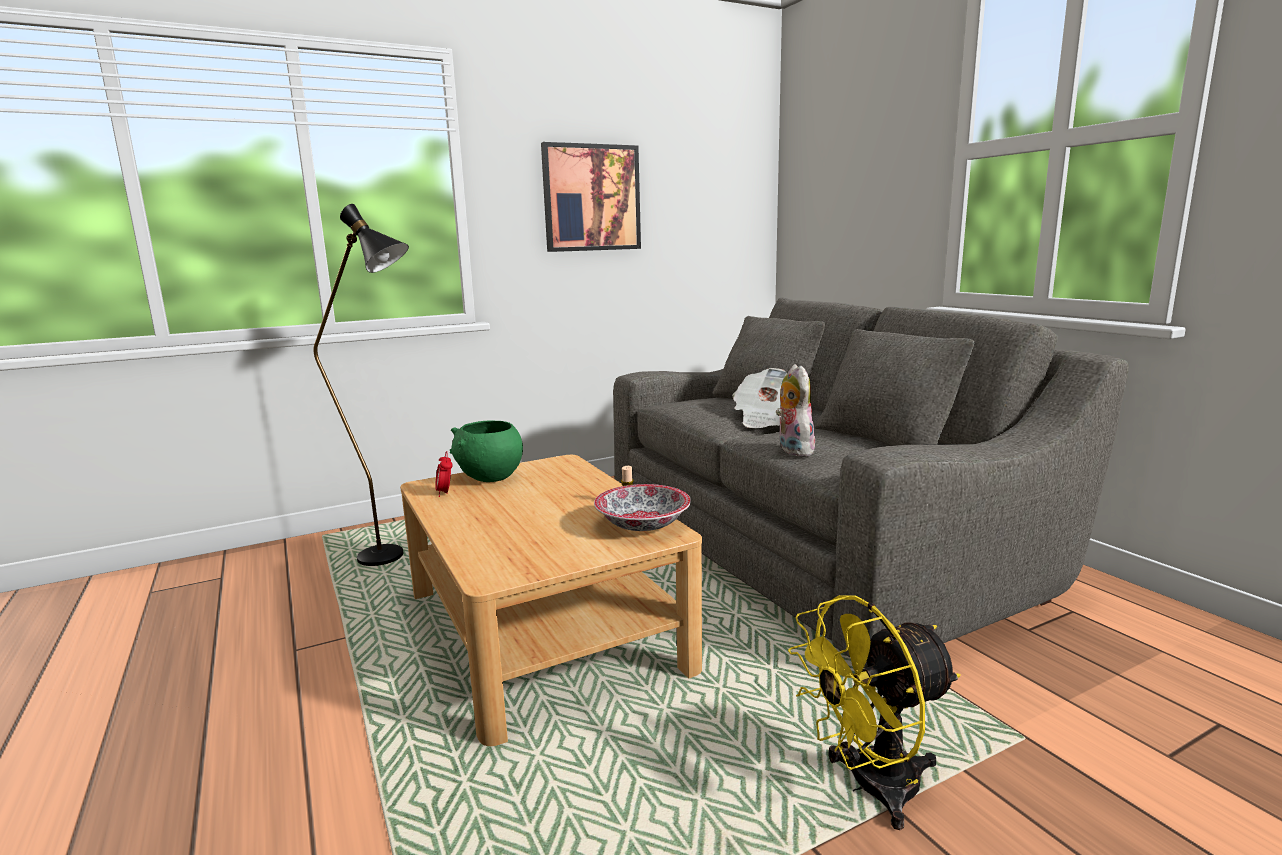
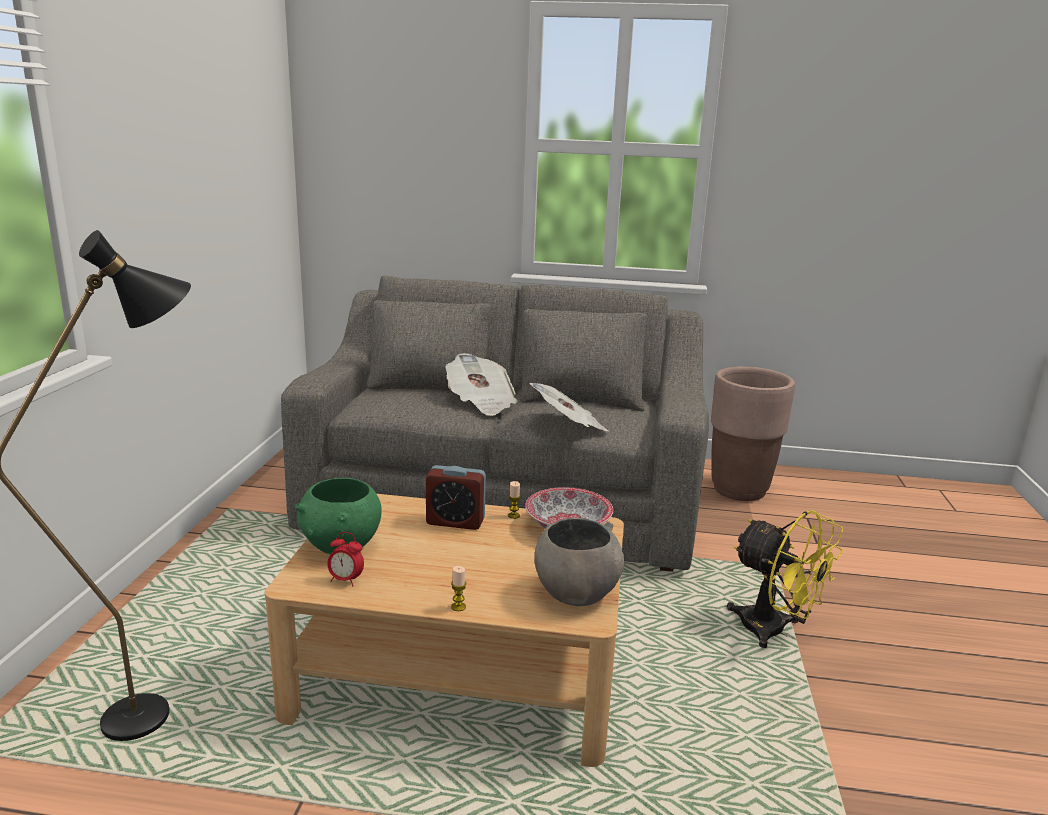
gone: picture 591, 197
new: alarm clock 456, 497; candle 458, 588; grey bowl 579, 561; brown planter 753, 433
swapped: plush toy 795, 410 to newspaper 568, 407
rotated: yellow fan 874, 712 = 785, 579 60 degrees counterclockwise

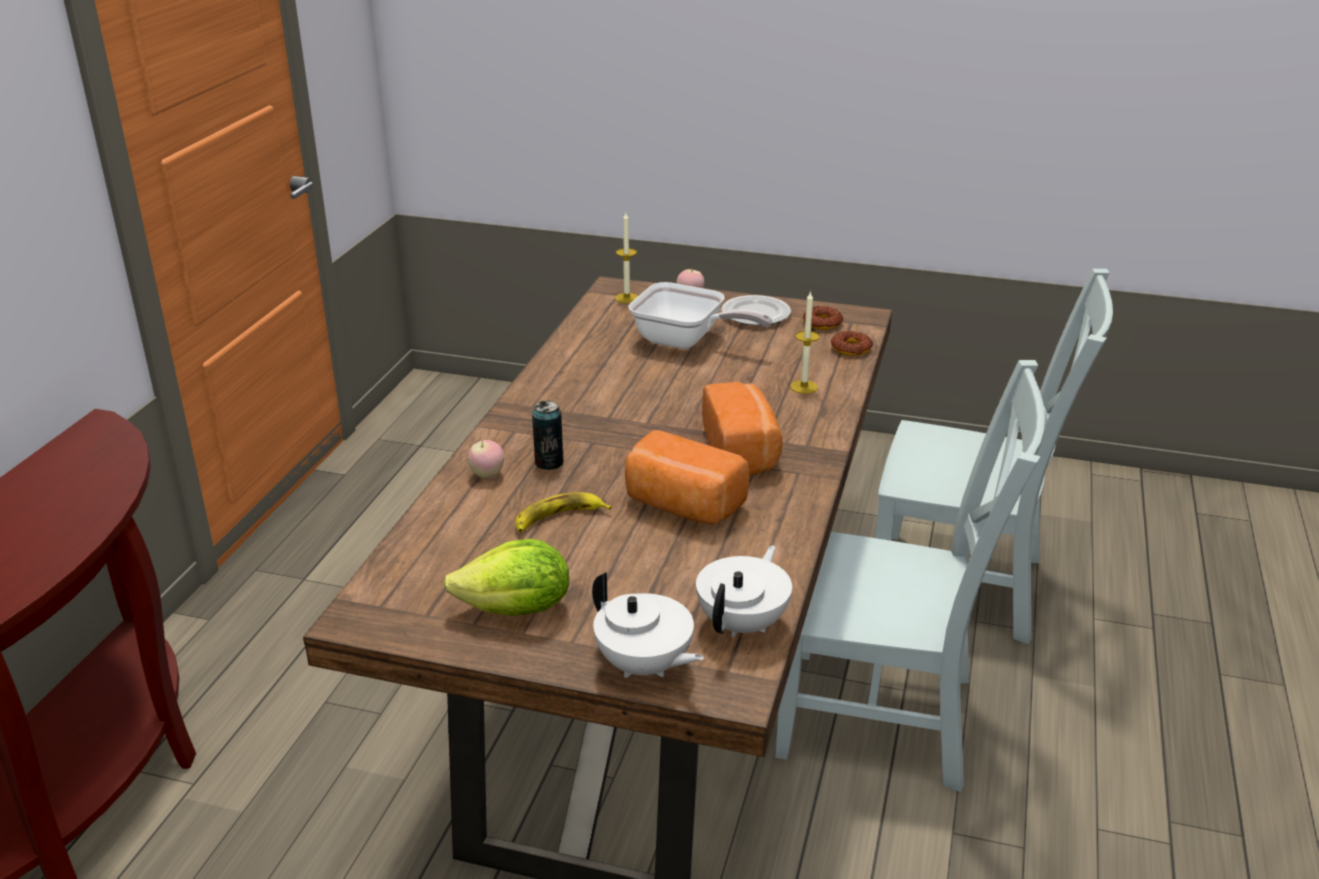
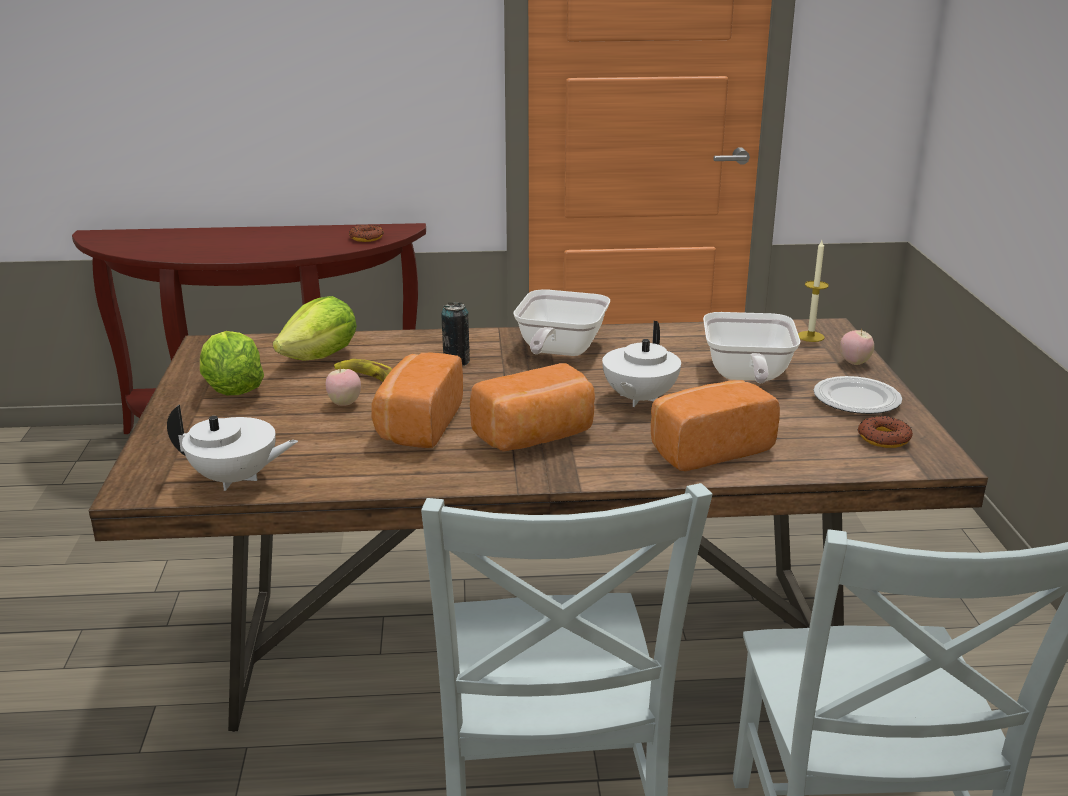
new: lettuce 315, 328; frying pan 561, 322
shifted: apple 486, 459 to 343, 385; white teapot 648, 625 to 641, 364; donut 852, 343 to 366, 233
swapped: candle 805, 342 to bread 715, 425

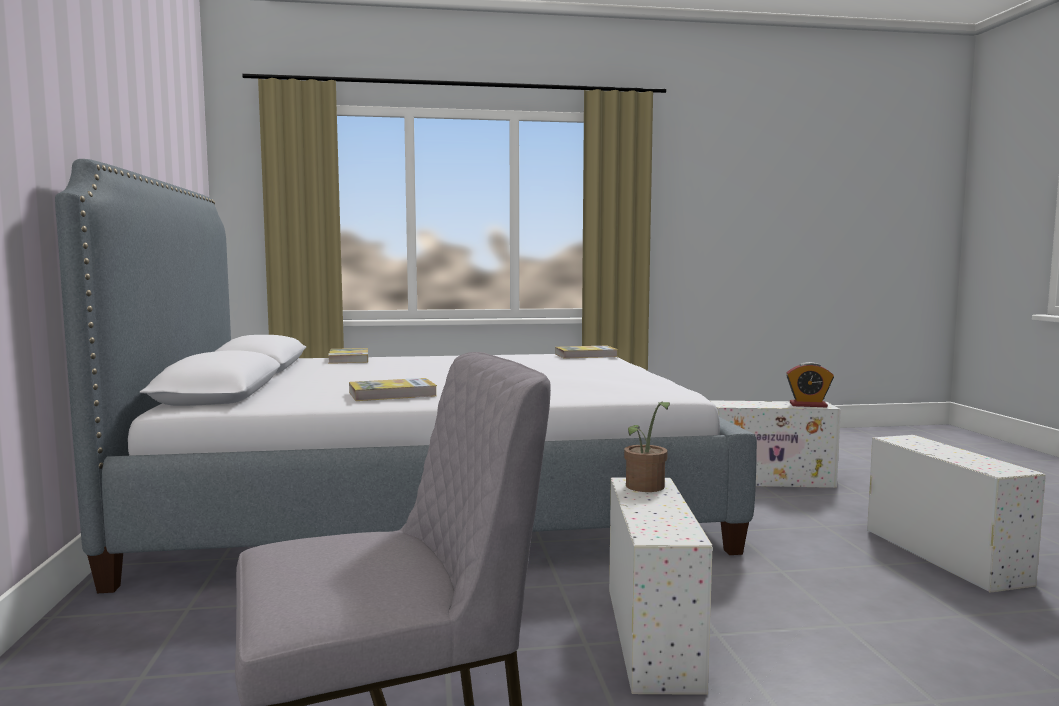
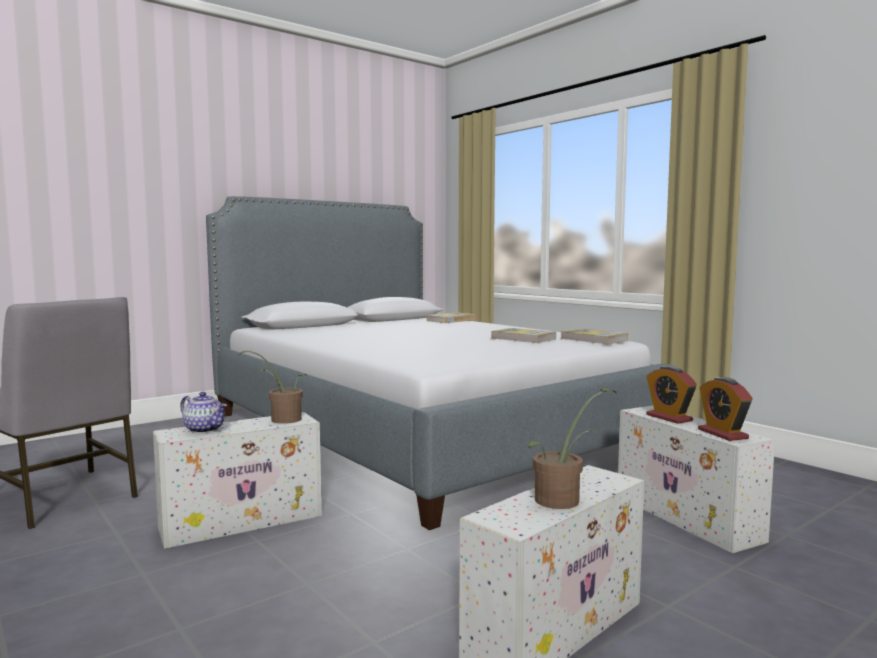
new: teapot 203, 412; potted plant 573, 448; alarm clock 671, 395
shifted: book 393, 389 to 523, 335

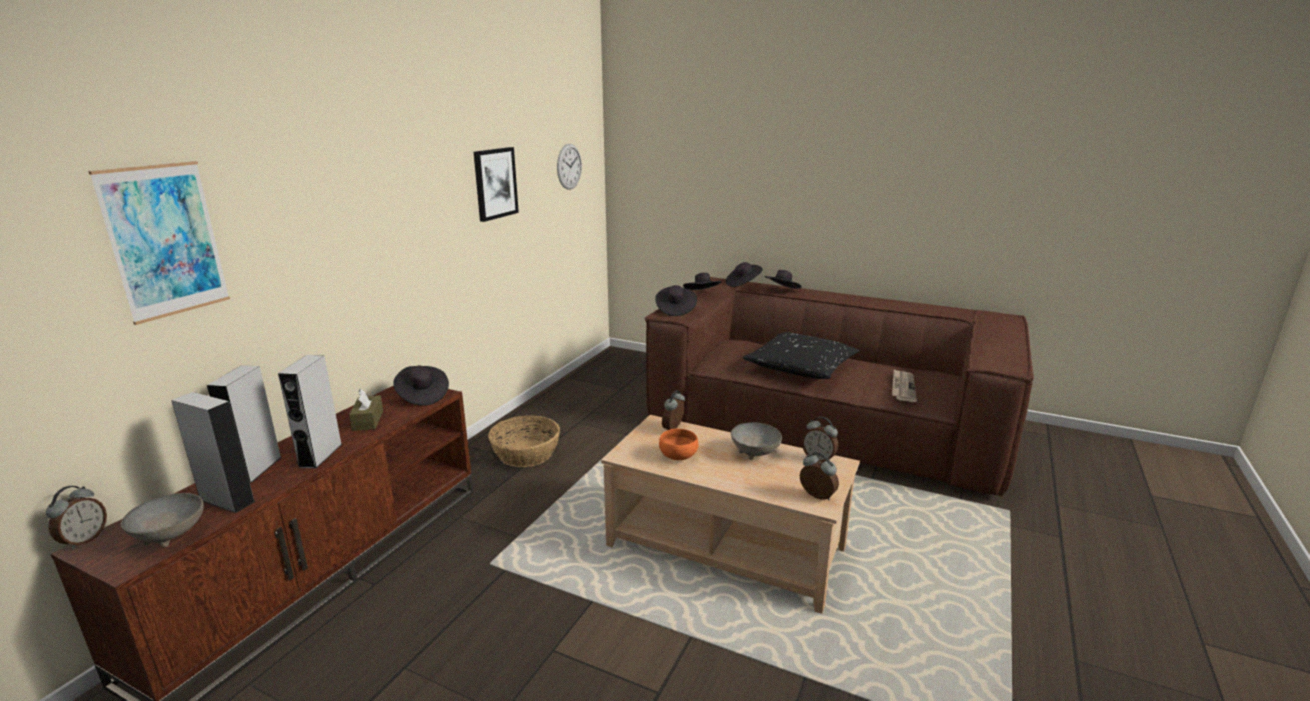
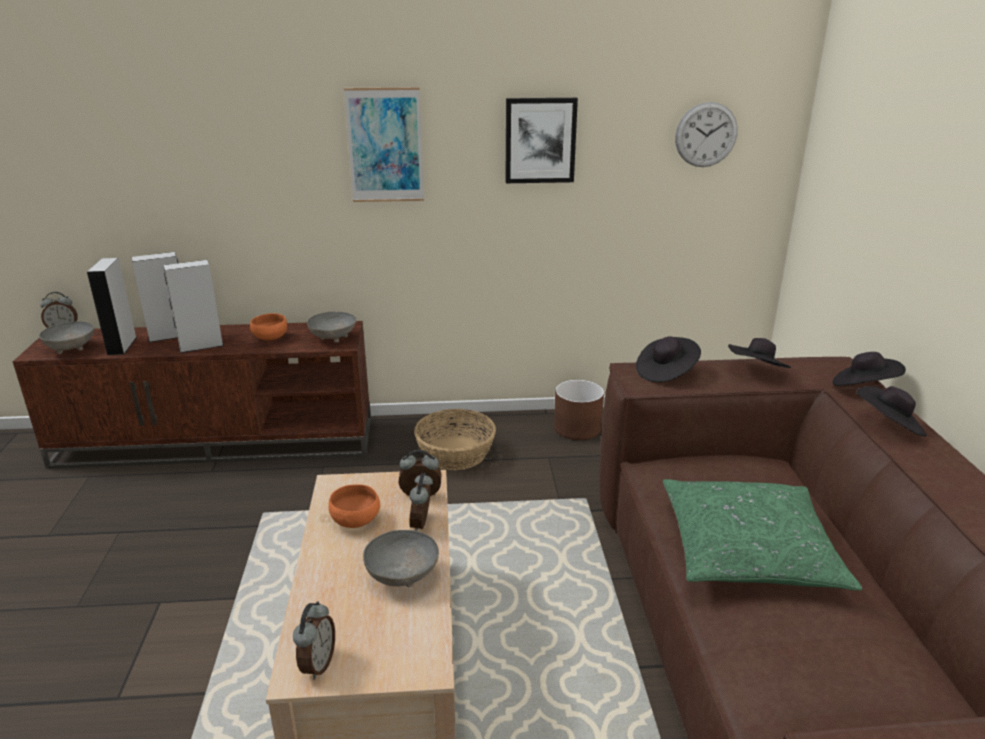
gone: newspaper 904, 385
new: brown planter 579, 410
shifted: picture 159, 243 to 384, 144; alarm clock 820, 439 to 421, 502
swapped: brown tissue box 366, 410 to orange bowl 268, 327; black hat 421, 386 to grey bowl 331, 327
repainted: black pillow 801, 355 to green pillow 762, 535

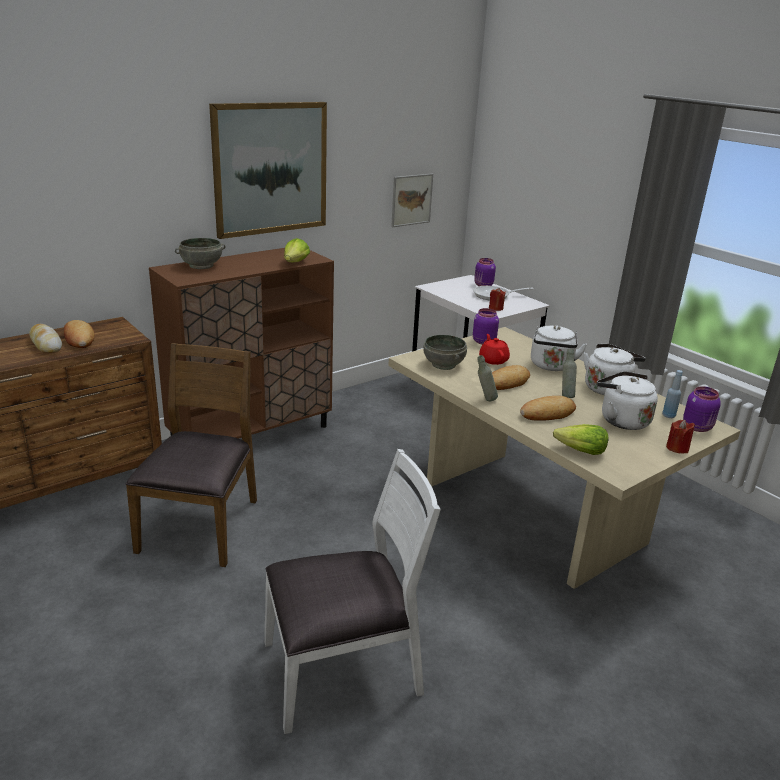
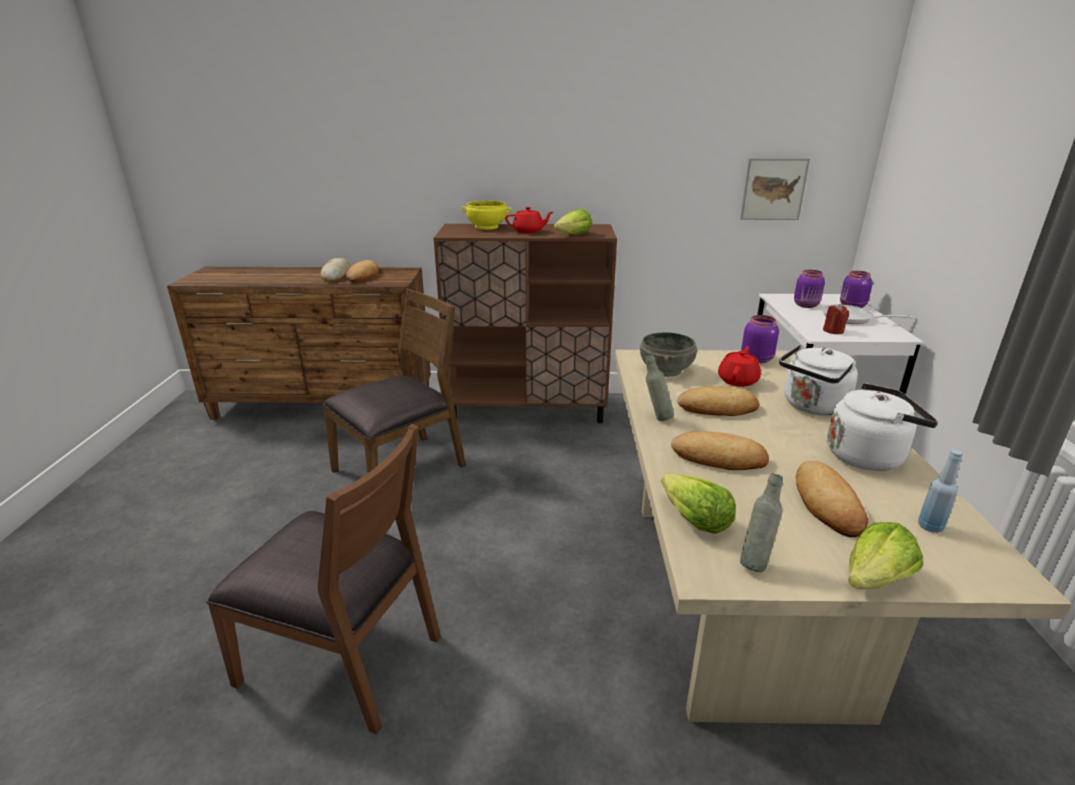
gone: picture 268, 170
new: red teapot 529, 220
shifted: grey bottle 569, 373 to 761, 522; purple jar 702, 409 to 809, 289
swapped: white kettle 627, 400 to bread 832, 499; red candle 680, 437 to lettuce 885, 555
repainted: grey bowl 200, 253 to yellow bowl 486, 215; white chair 352, 591 to brown chair 323, 578

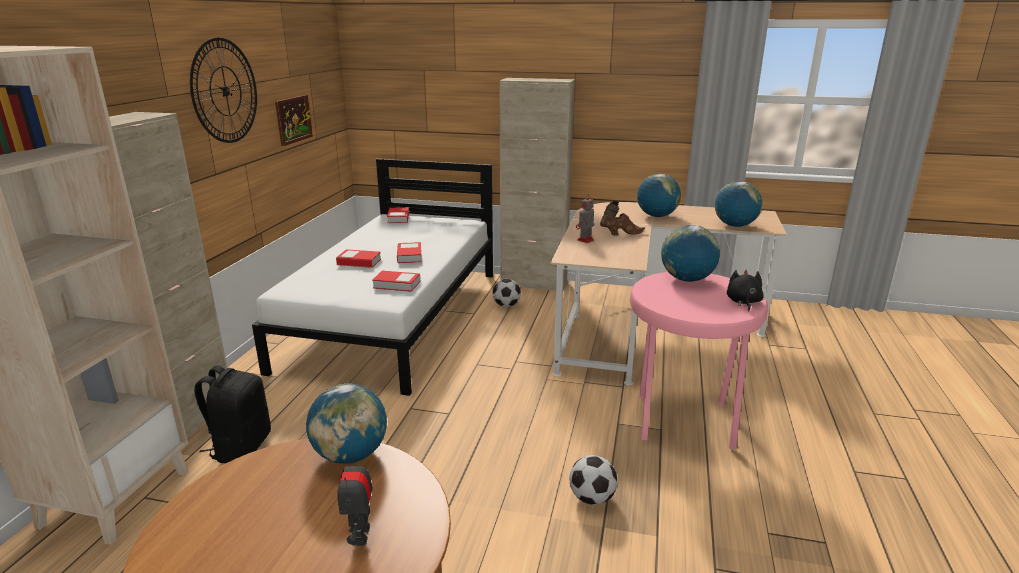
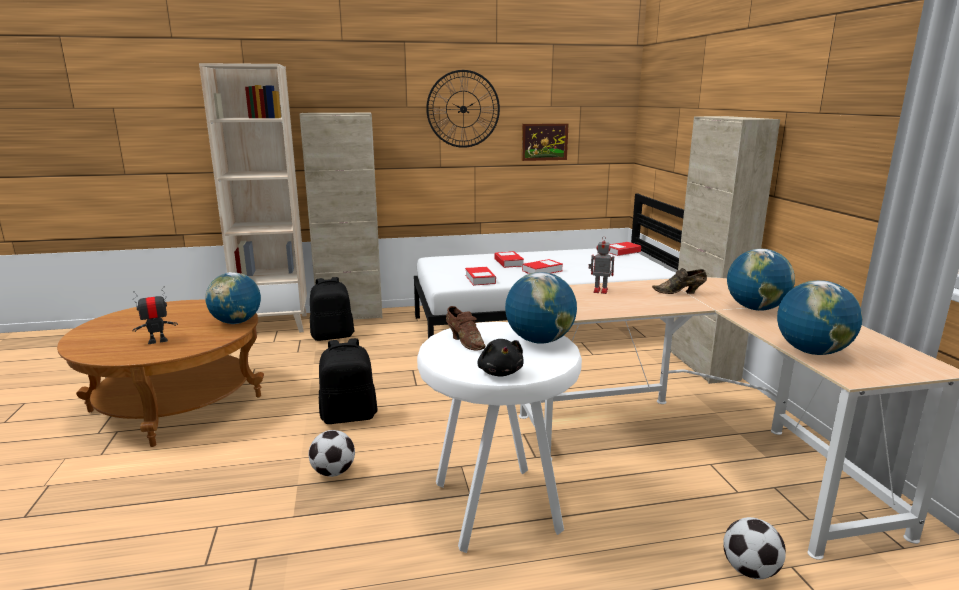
new: black backpack 348, 381
shifted: football 506, 293 to 754, 548; brown shoe 624, 224 to 466, 328
repainted: pink stool 699, 361 to white stool 499, 437
rotated: black plush toy 745, 290 = 500, 358 90 degrees clockwise

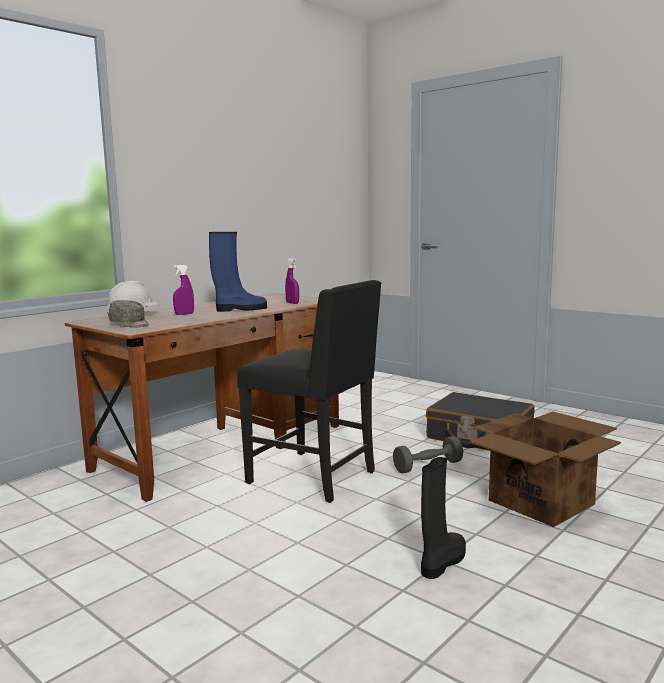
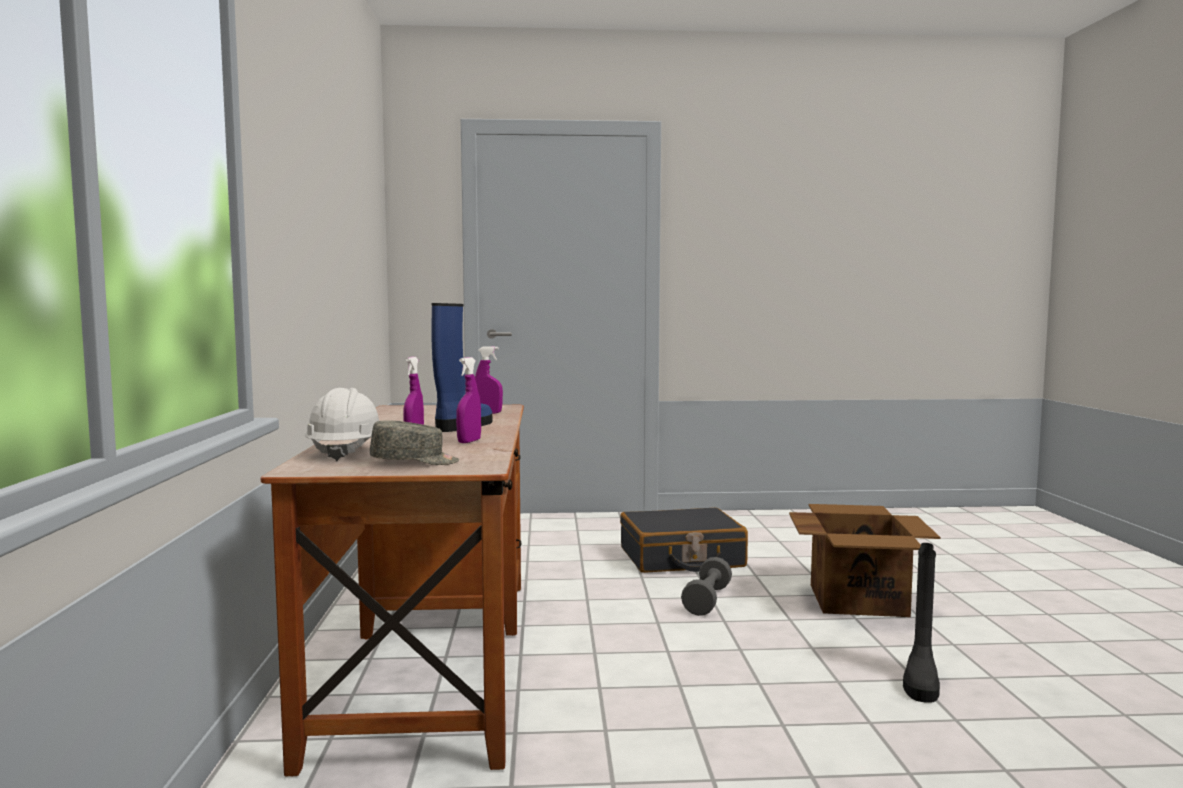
gone: black chair 309, 391
new: purple spray bottle 468, 400
rotated: black boot 443, 518 = 921, 623 150 degrees counterclockwise

